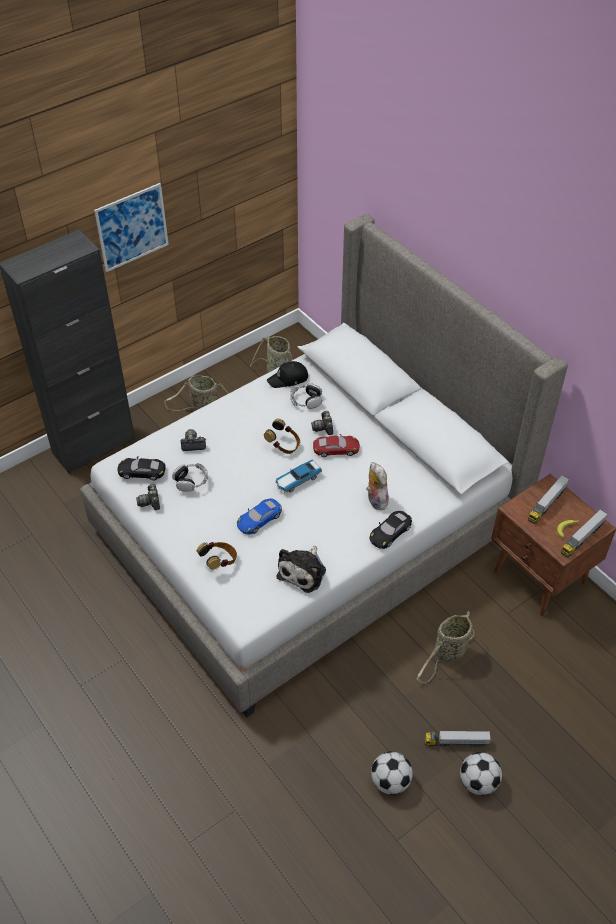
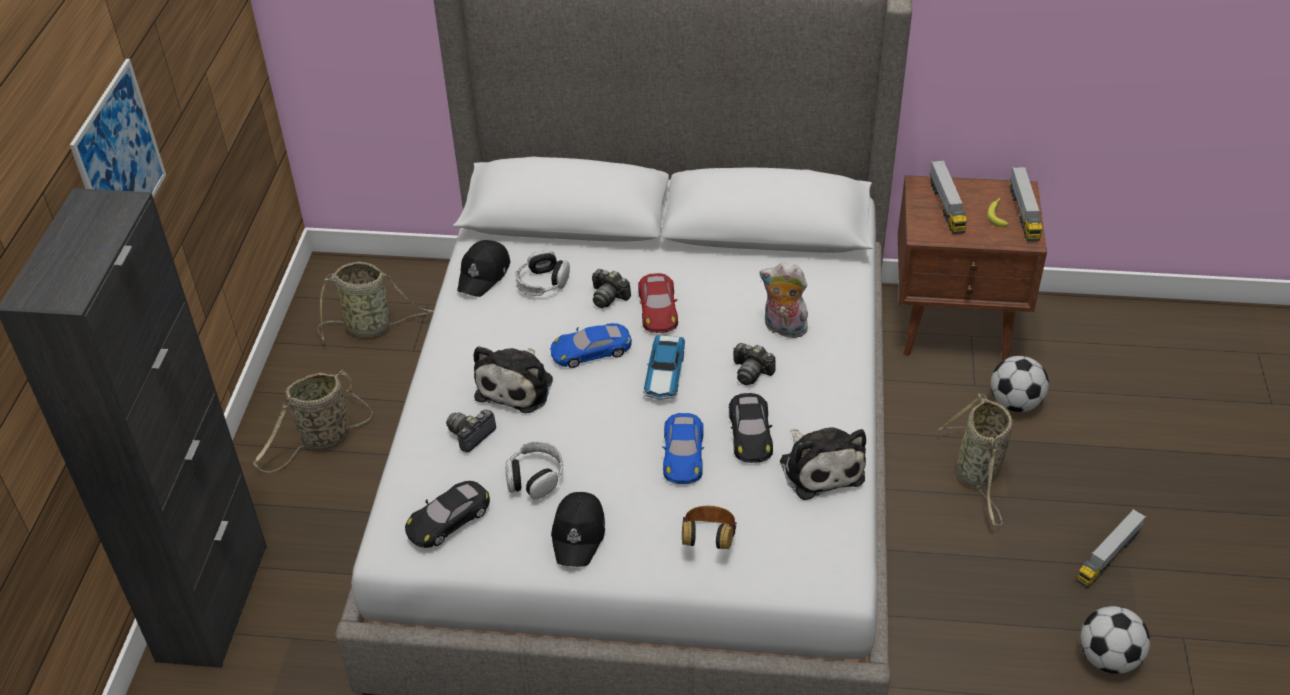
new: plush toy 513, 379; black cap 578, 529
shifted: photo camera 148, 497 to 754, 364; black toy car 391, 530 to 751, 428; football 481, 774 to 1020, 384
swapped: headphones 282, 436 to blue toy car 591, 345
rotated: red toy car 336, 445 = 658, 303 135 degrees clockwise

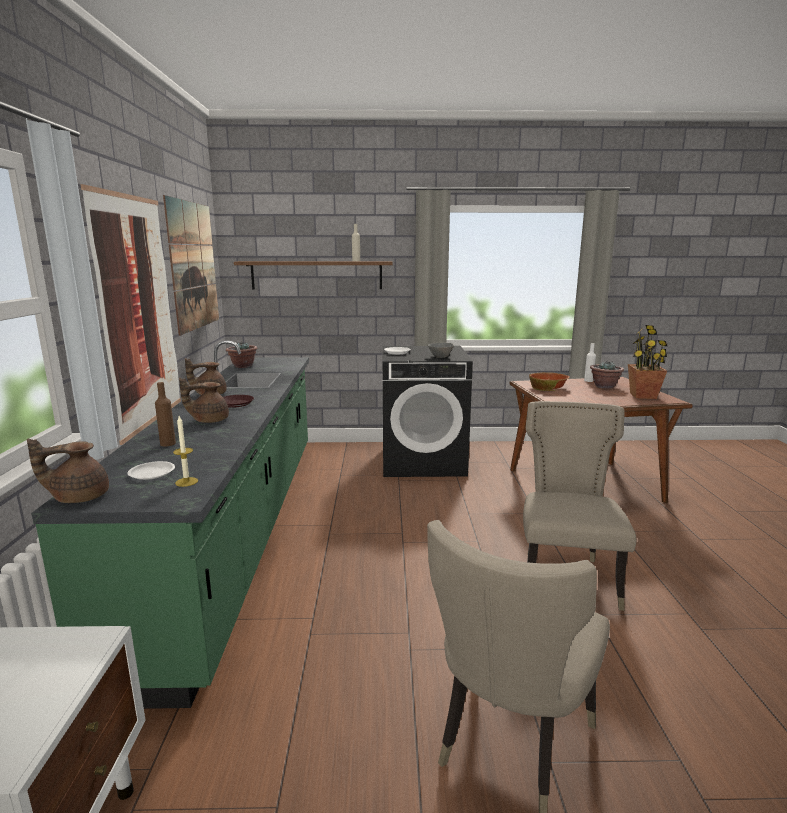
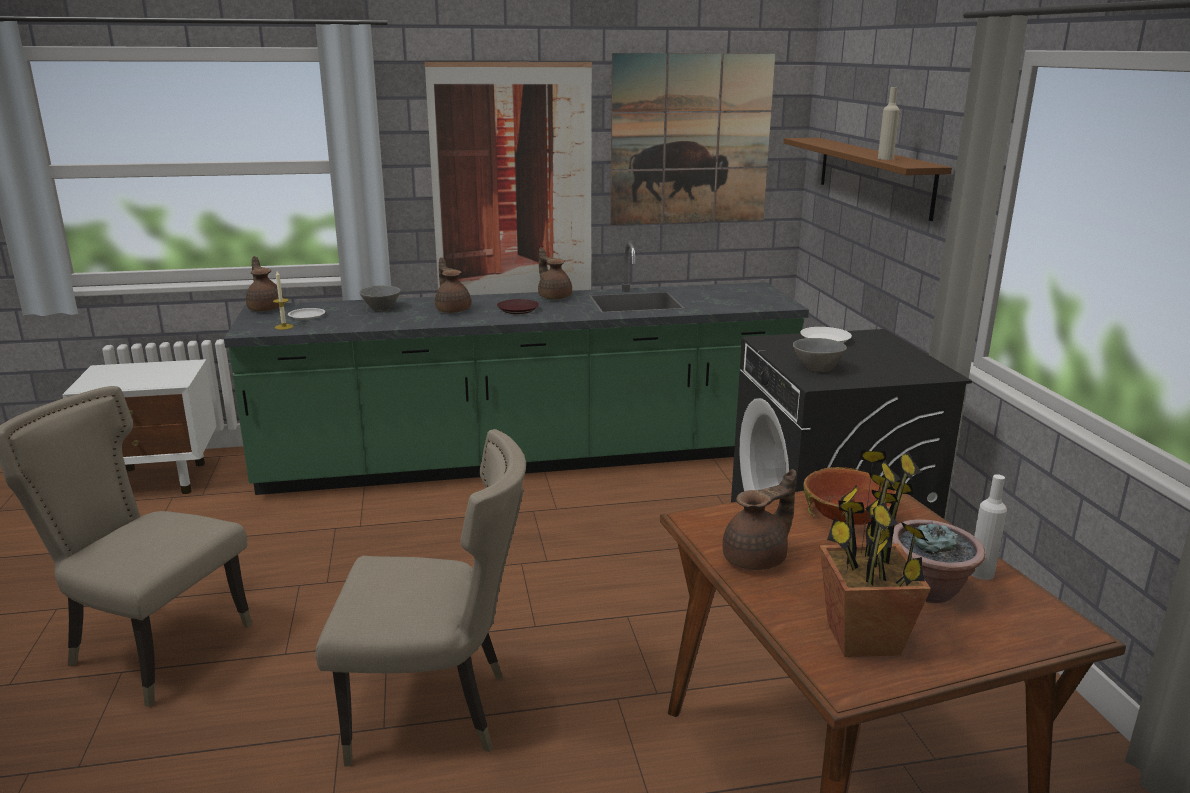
gone: potted plant 241, 355
new: brown teapot 759, 519
swapped: brown bottle 165, 414 to grey bowl 380, 298

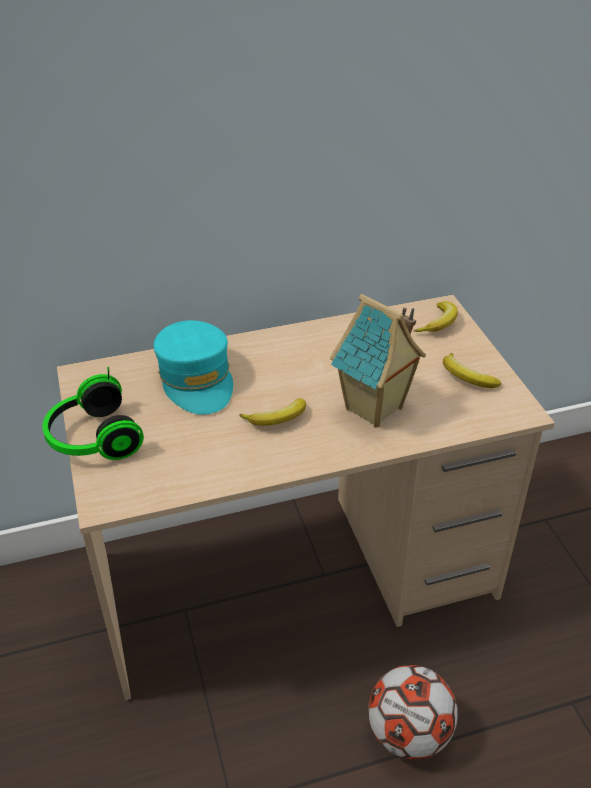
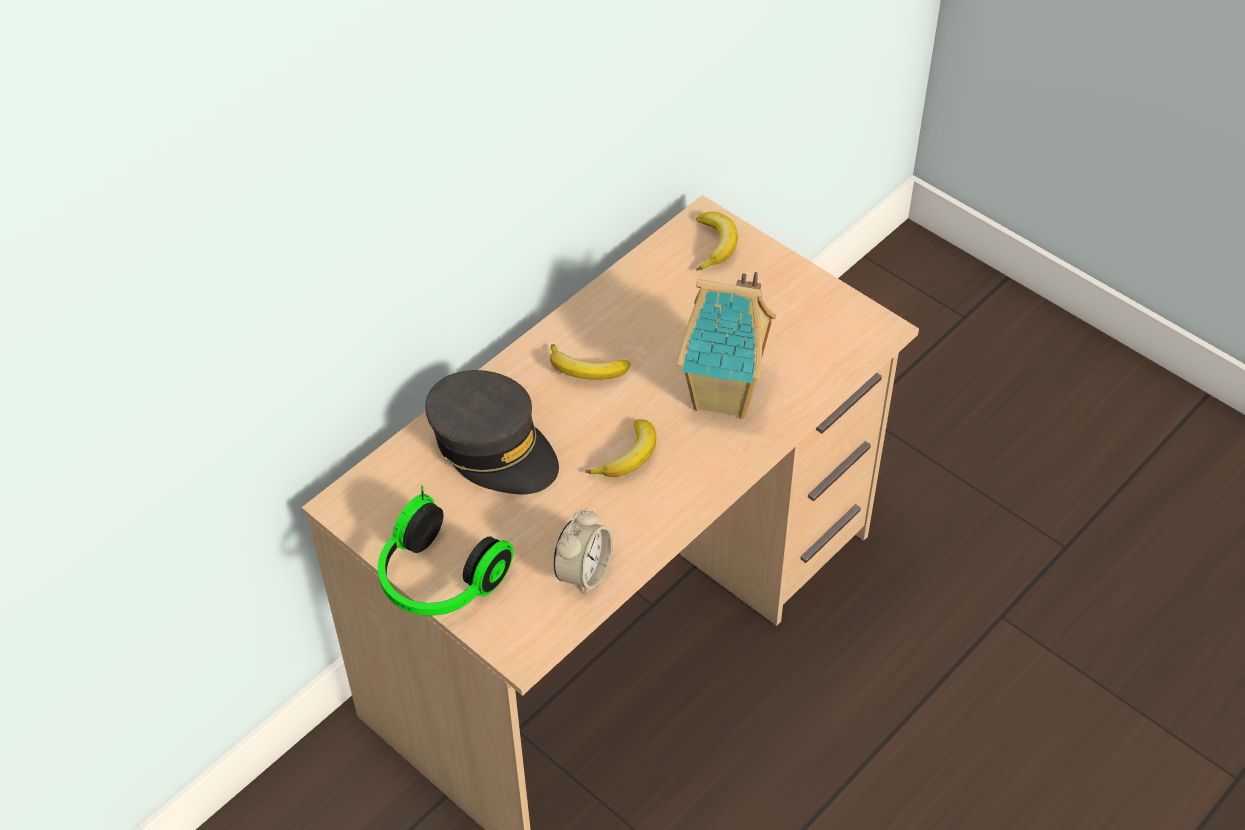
gone: football 413, 712
new: alarm clock 583, 552
shifted: banana 472, 370 to 590, 362
repainted: turquoise cap 193, 367 to grey cap 492, 432

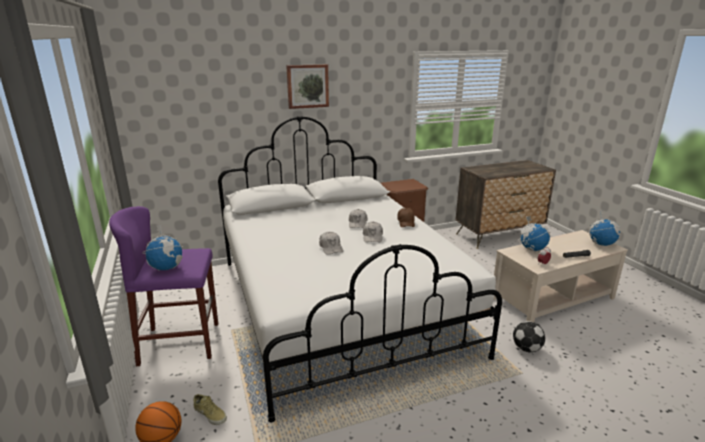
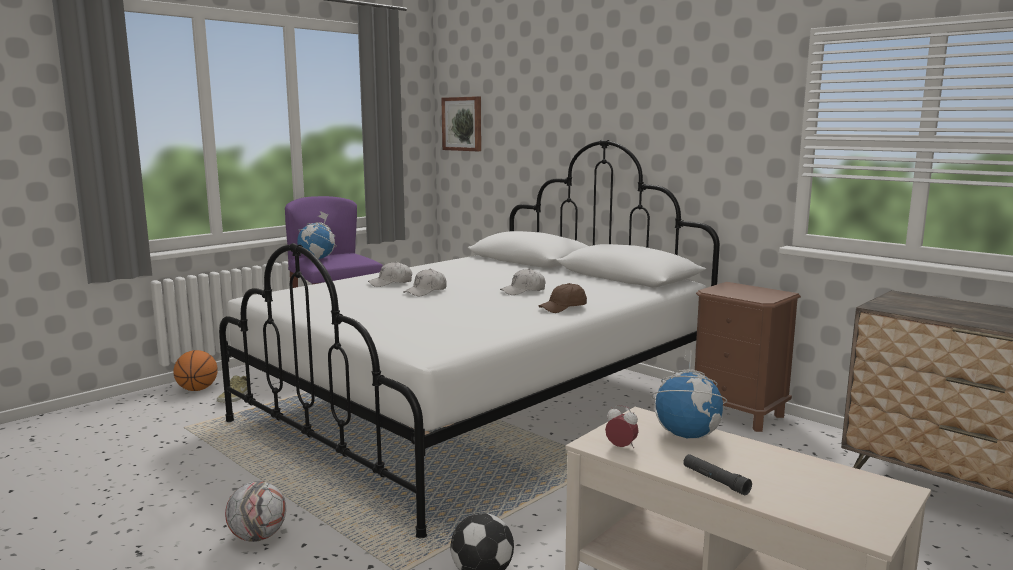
gone: globe 604, 228
new: football 255, 511
shifted: picture 307, 86 to 461, 123; white cap 373, 231 to 390, 274

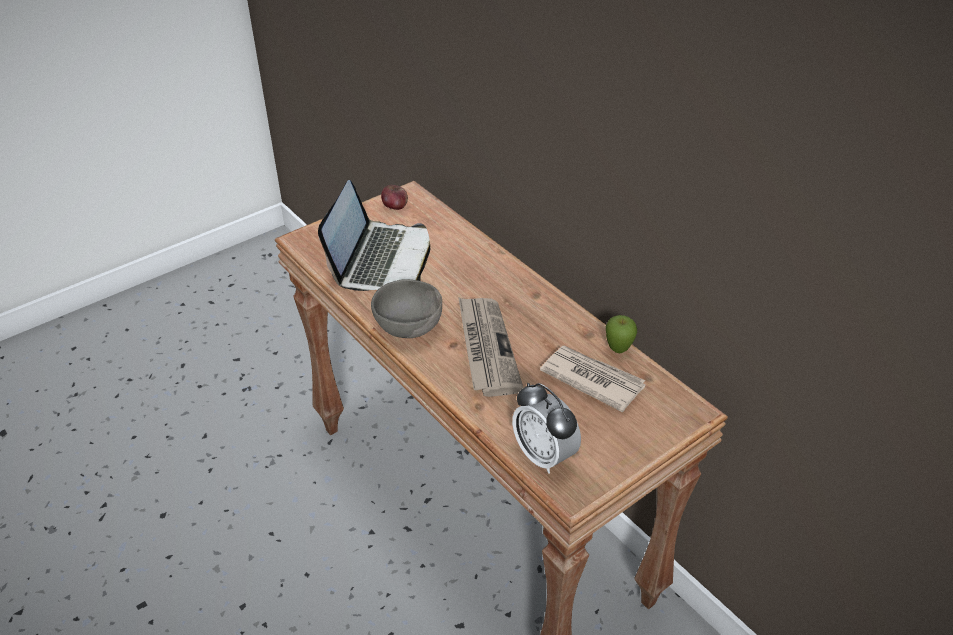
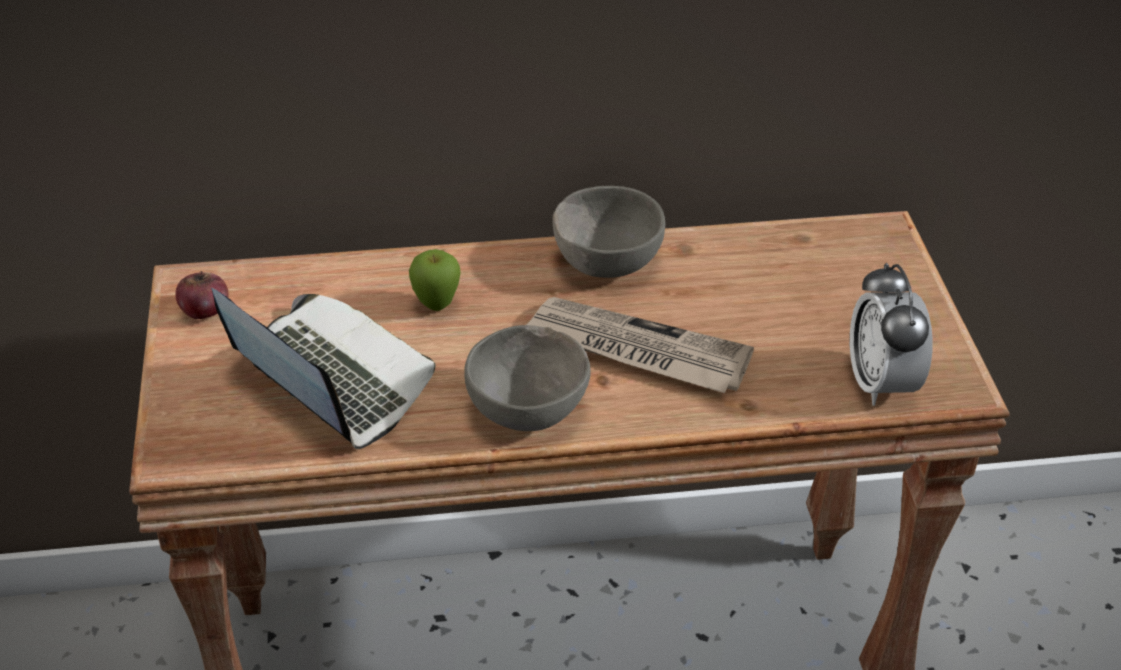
gone: newspaper 593, 379
new: grey bowl 609, 232
shifted: apple 621, 334 to 435, 280
rotated: alarm clock 546, 428 = 891, 334 90 degrees clockwise

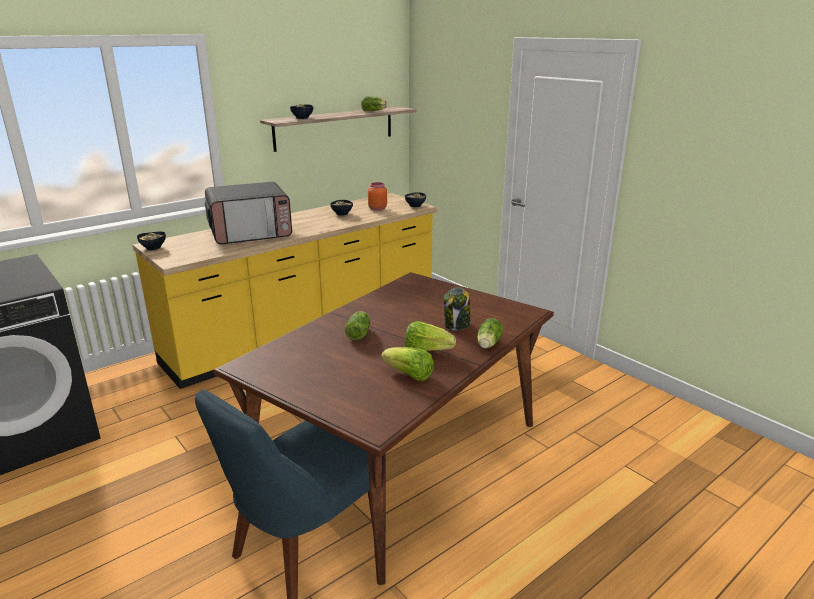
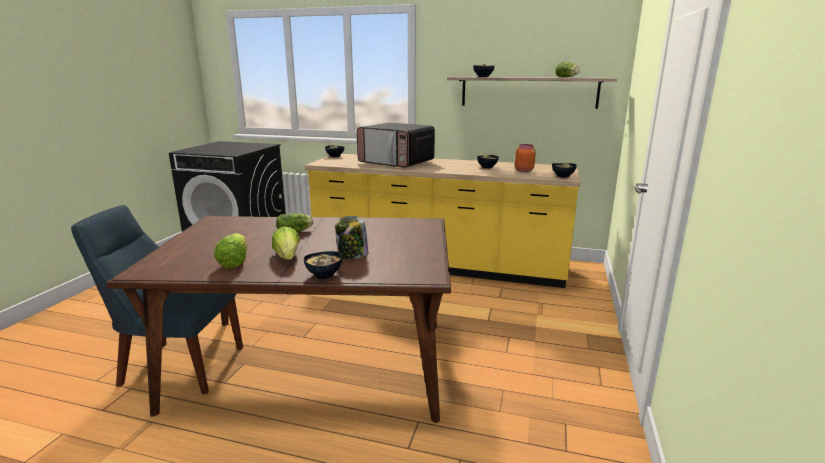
swapped: lettuce 490, 333 to bowl 323, 265

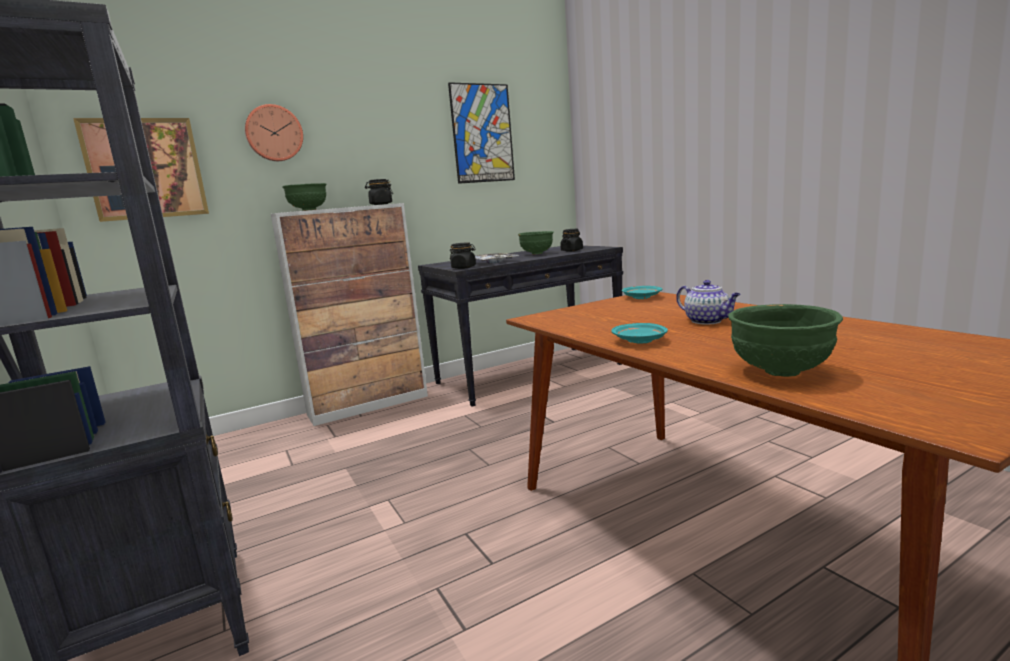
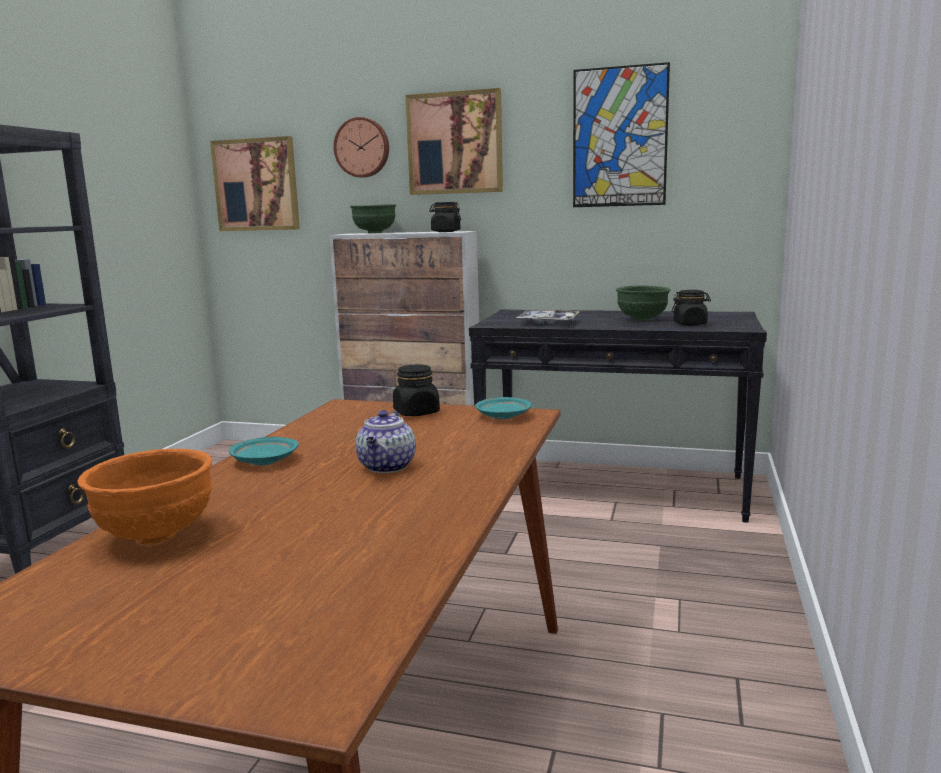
new: picture 454, 141
shifted: black jar 463, 255 to 416, 390
repainted: green bowl 785, 340 to orange bowl 144, 496

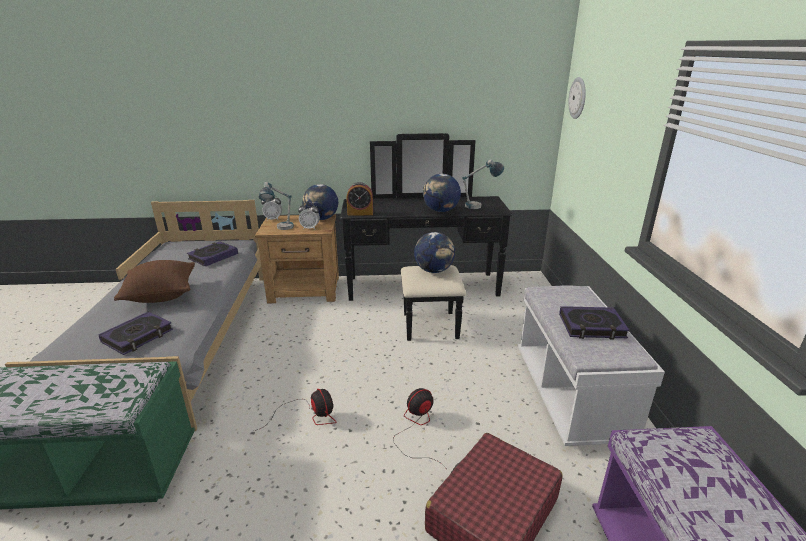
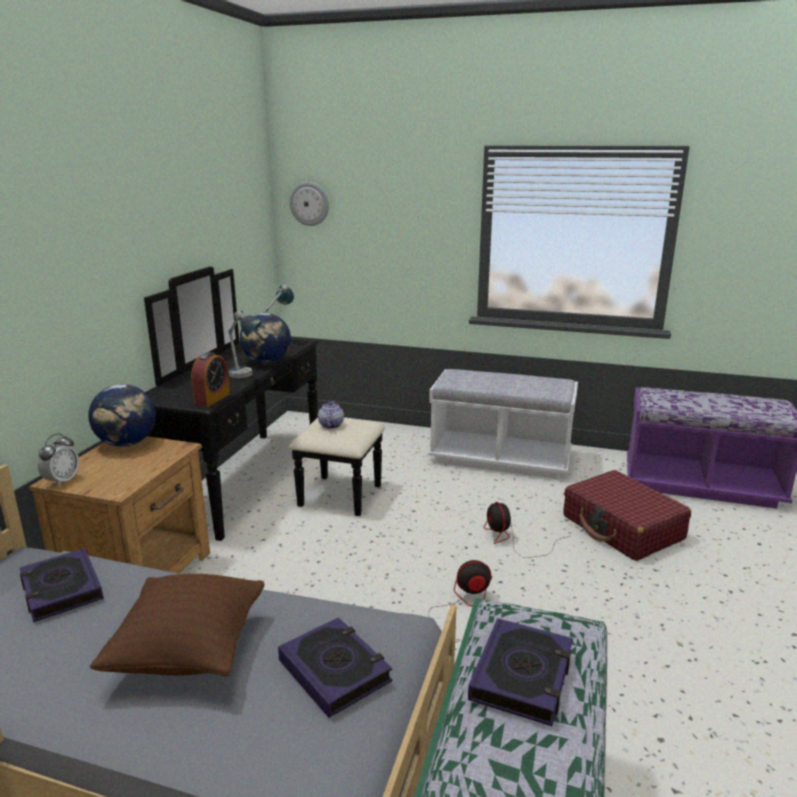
gone: alarm clock 309, 215
shifted: table lamp 276, 206 to 245, 344; book 594, 322 to 520, 672
swapped: globe 434, 252 to teapot 331, 415

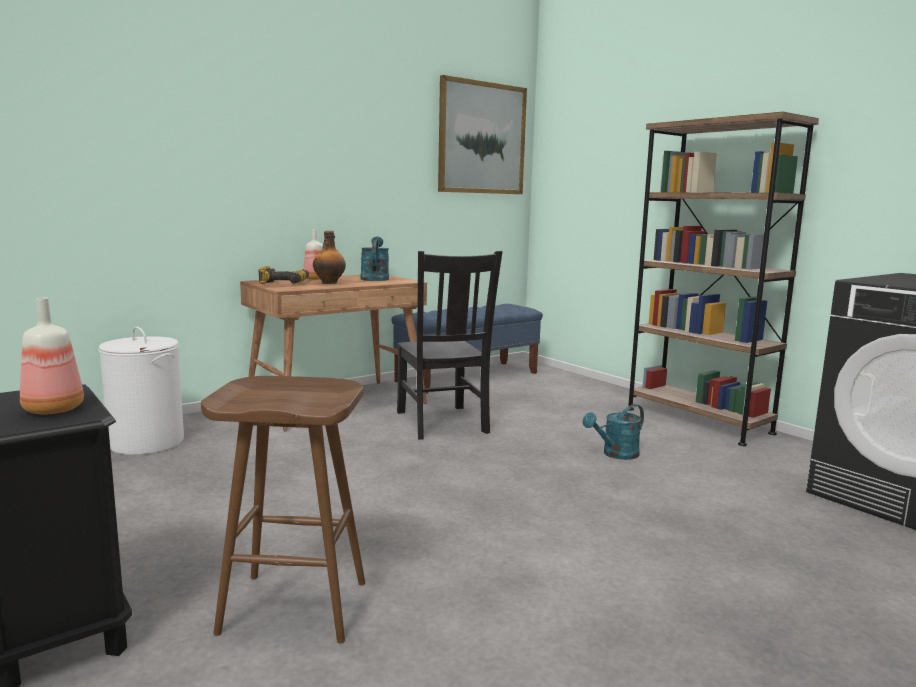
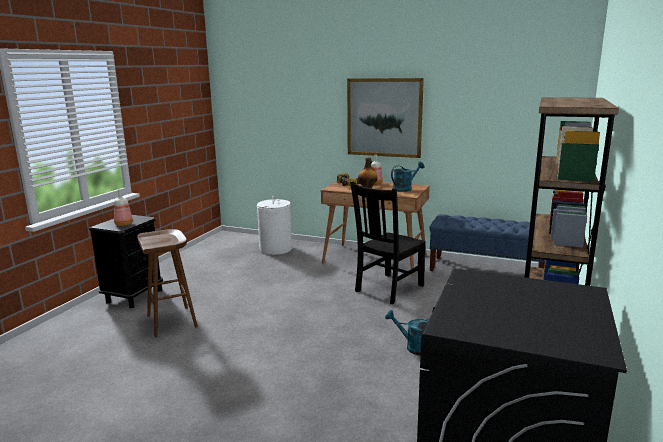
shifted: picture 482, 134 to 385, 118

